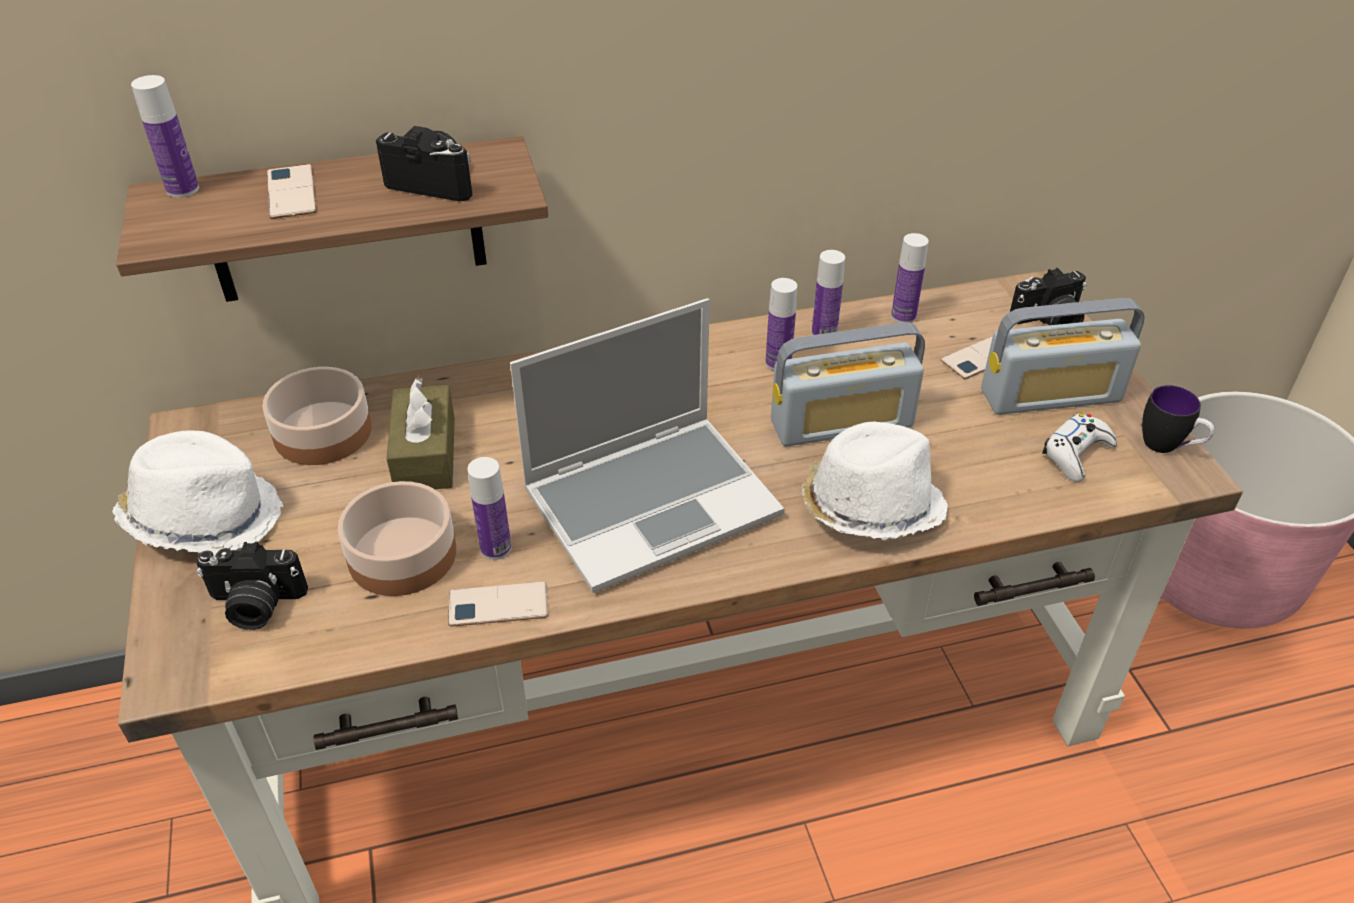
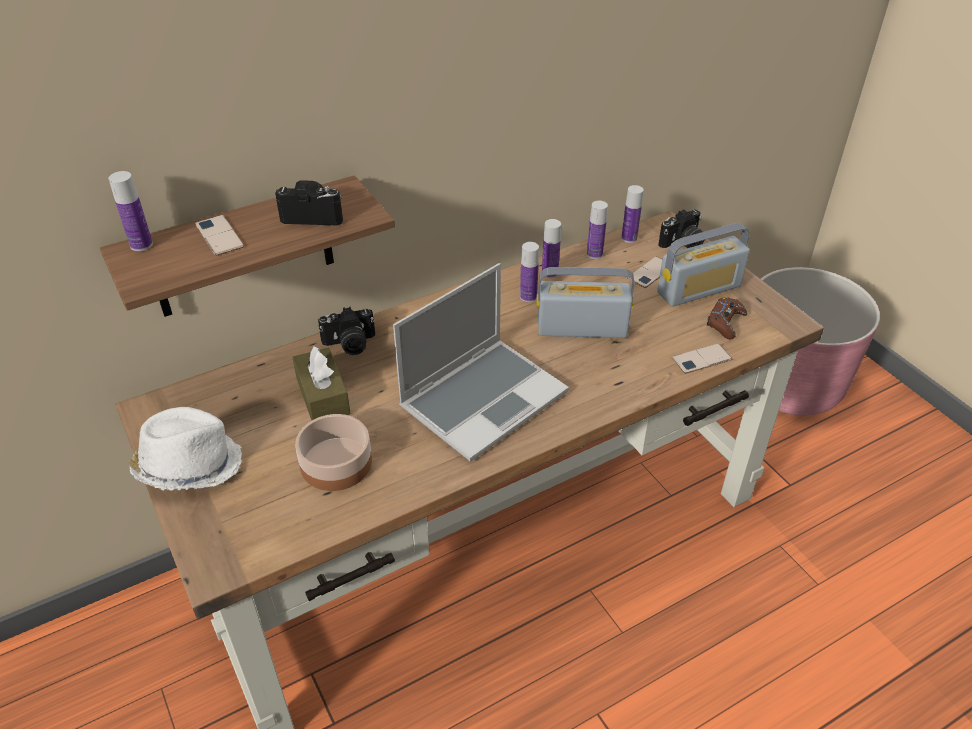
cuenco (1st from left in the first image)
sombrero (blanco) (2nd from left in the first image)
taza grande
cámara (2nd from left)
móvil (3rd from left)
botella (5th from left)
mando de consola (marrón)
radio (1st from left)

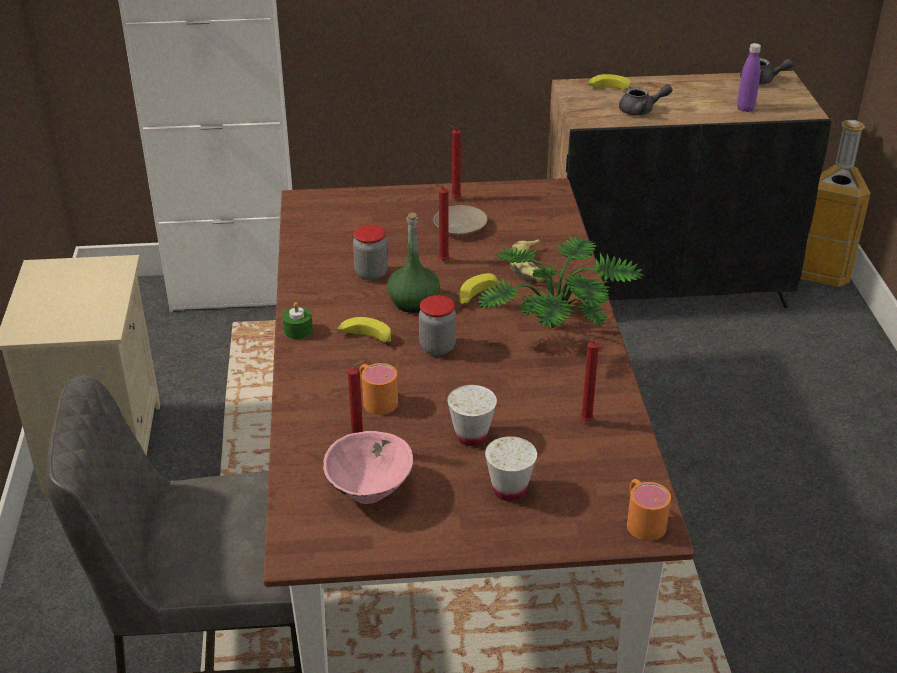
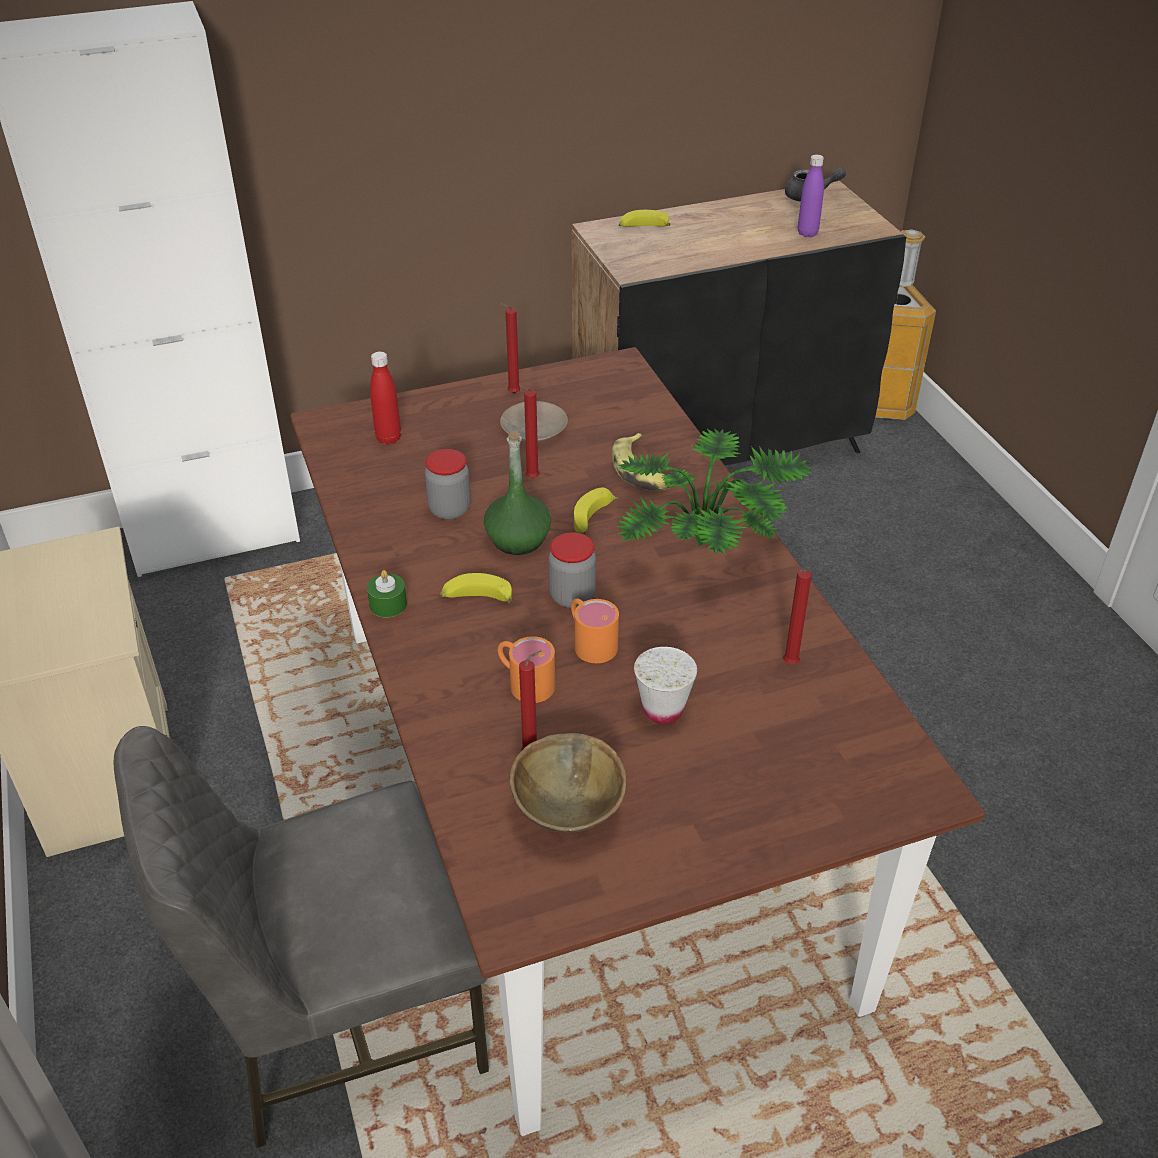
taza (blanco) (2nd from left in the first image)
tetera (gris) (1st from left in the first image)
botella (rojo)
taza grande (naranja) (2nd from left)
cuenco (marrón)

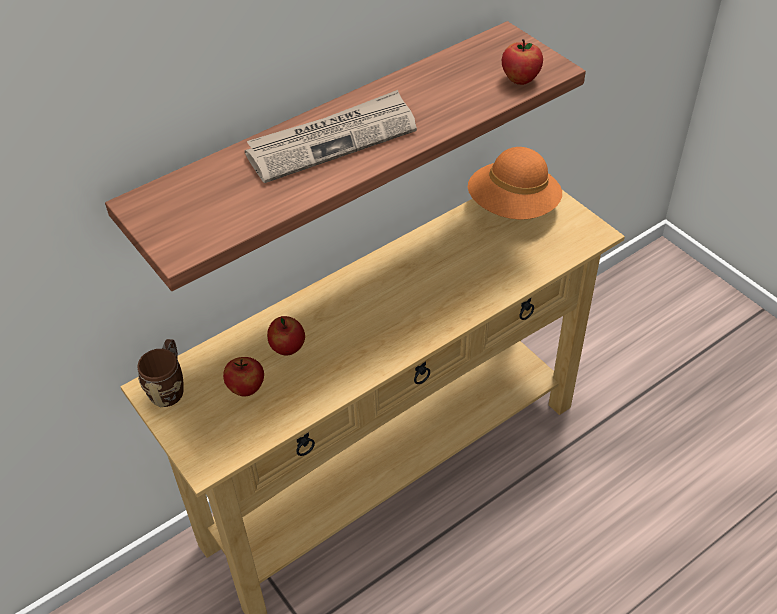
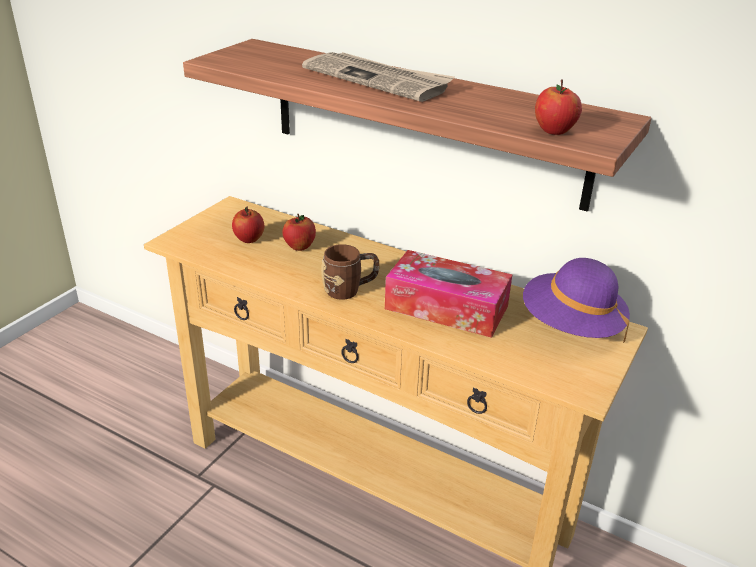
caja de pañuelos
taza grande (marrón)
sombrero (morado)

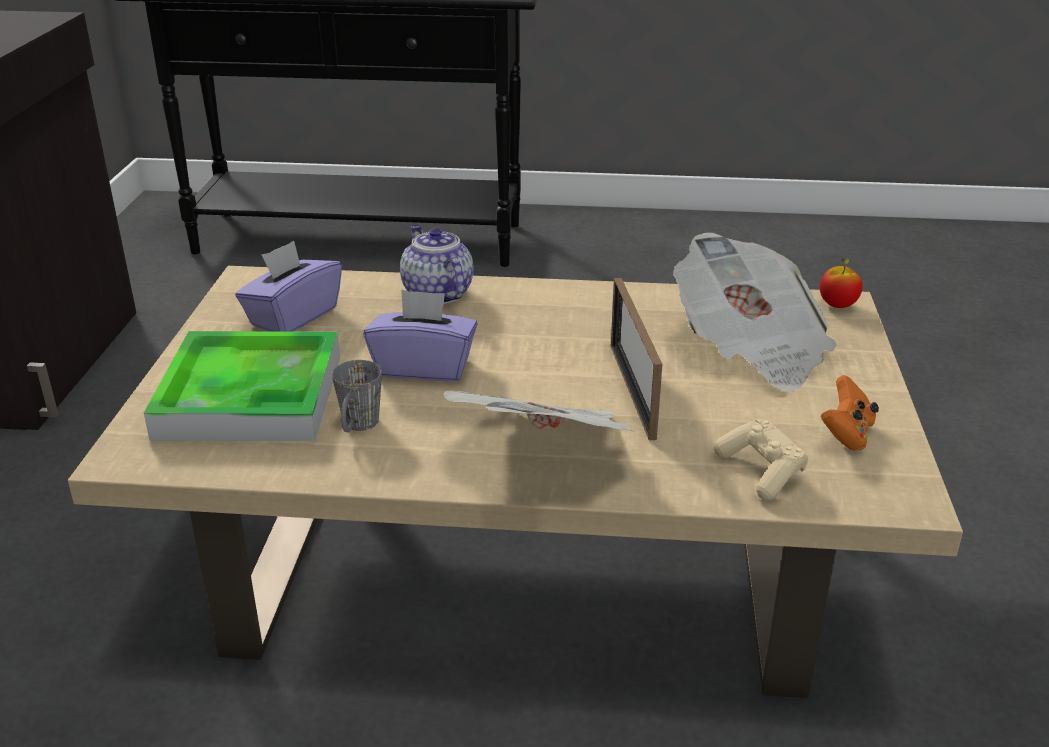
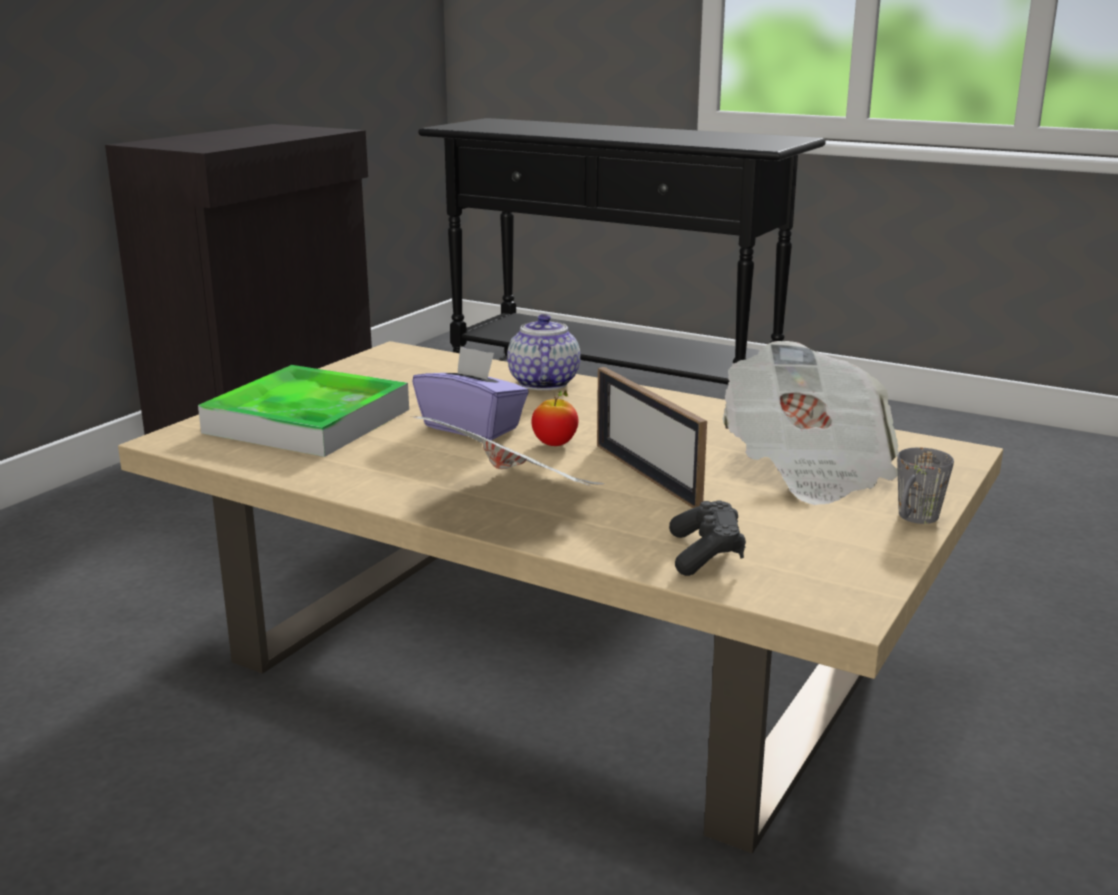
caja de pañuelos (morado) (1st from left in the first image)
mando de consola (naranja)
taza grande (gris)
manzana
mando de consola (negro)
portarretratos

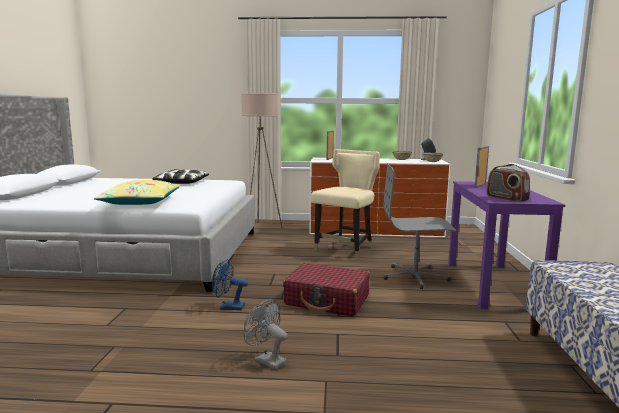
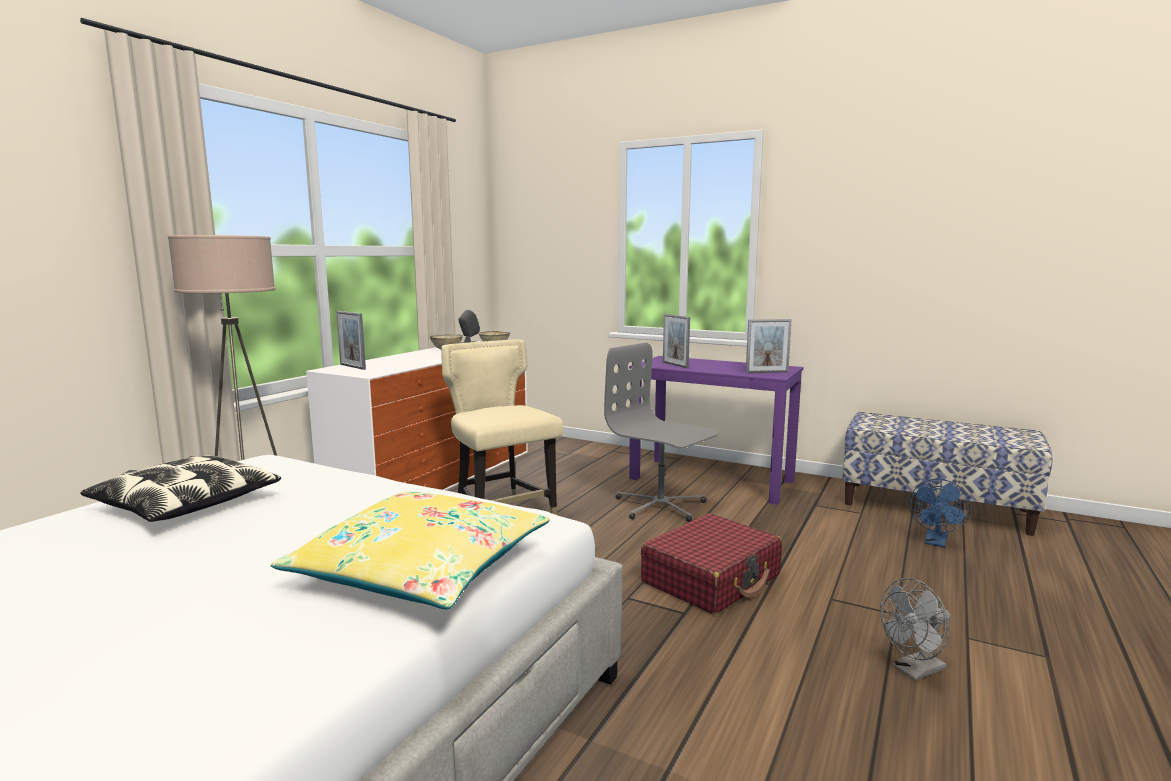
ventilador (azul)
portarretratos (3rd from left)
silla de oficina (gris)

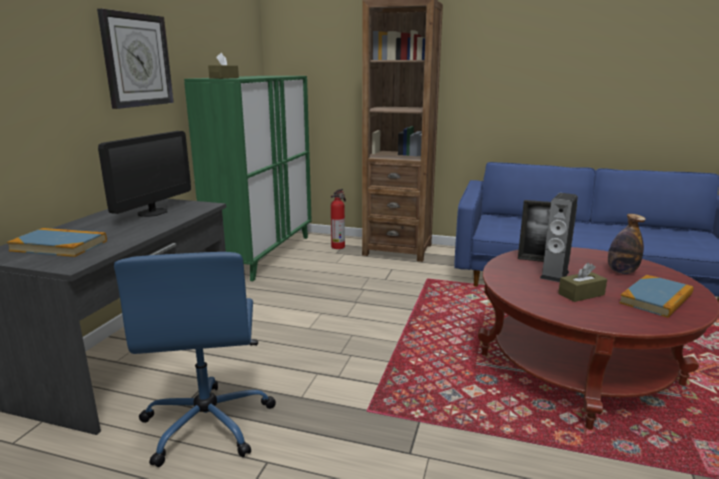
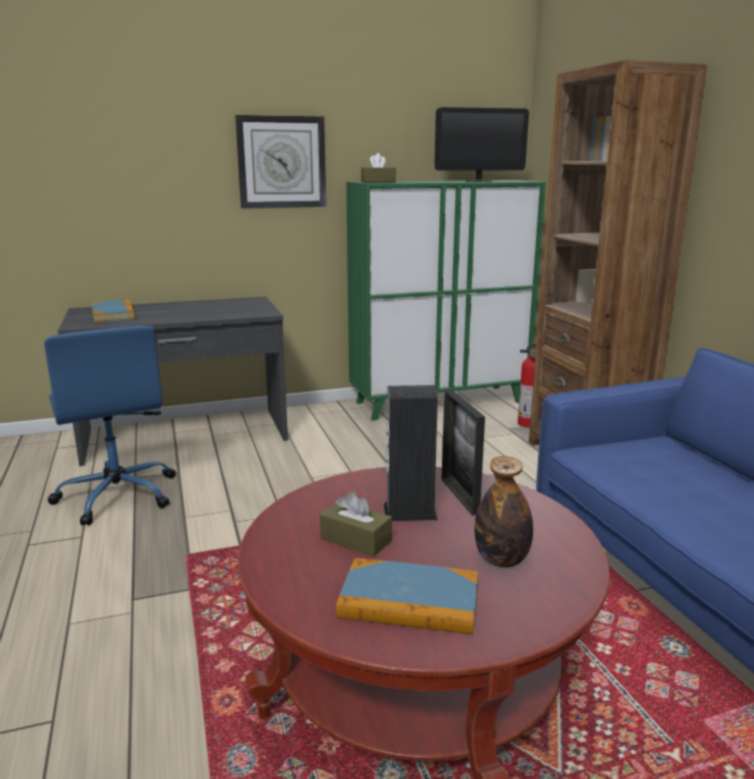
monitor
silla de oficina (azul)

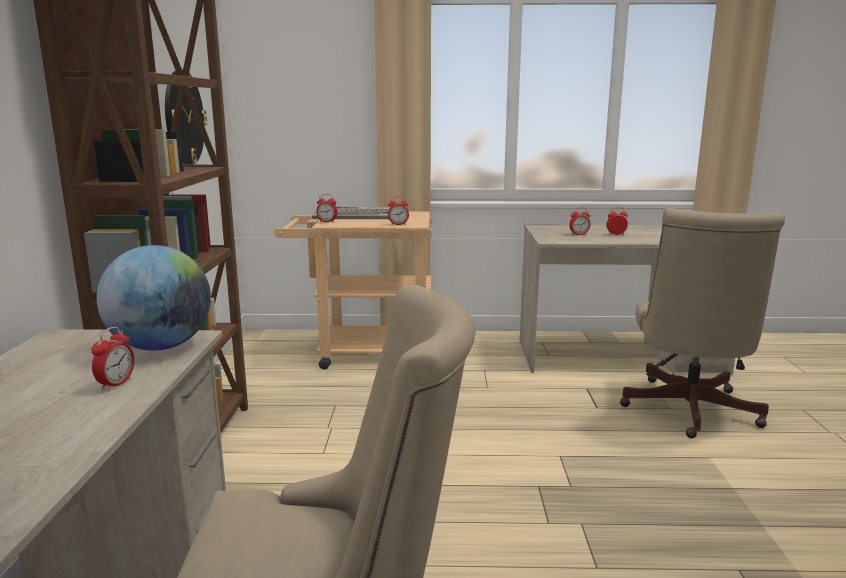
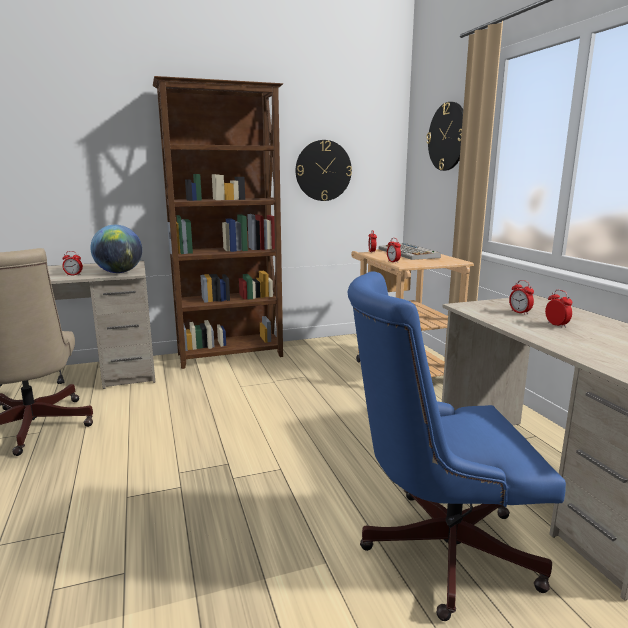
reloj de pared (2nd from left)
silla de oficina (azul)

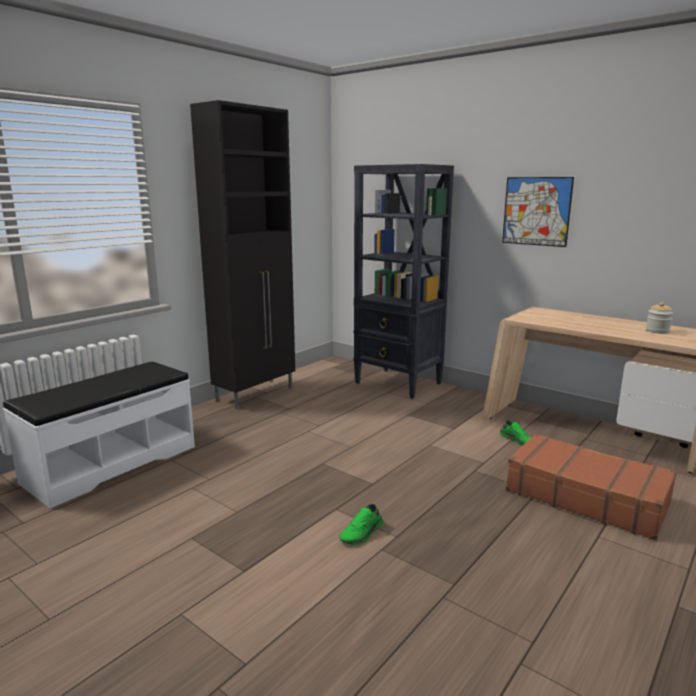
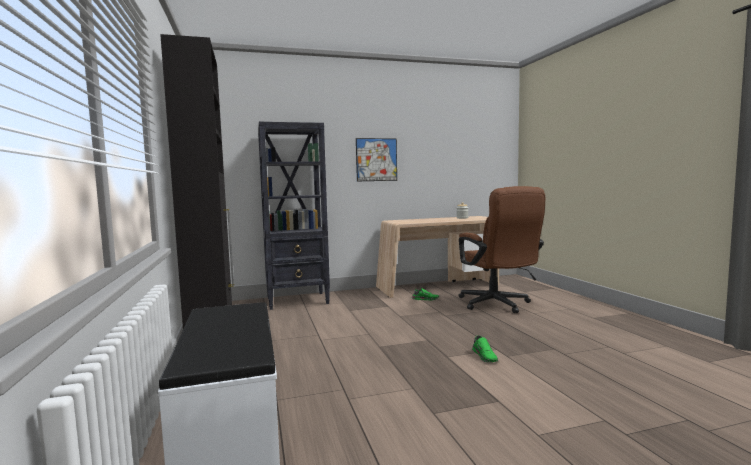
silla de oficina (marrón)

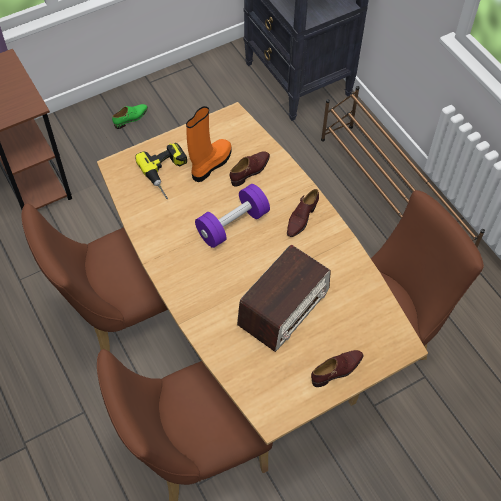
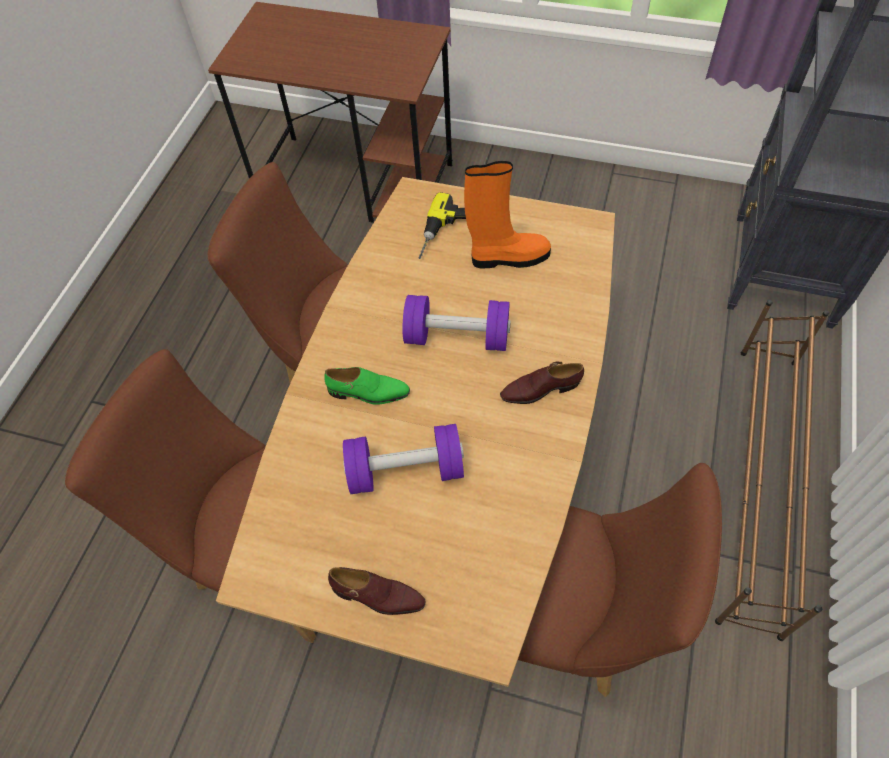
zapato (marrón) (1st from left in the first image)
zapato (verde)
mancuerna (morado) (1st from left)

